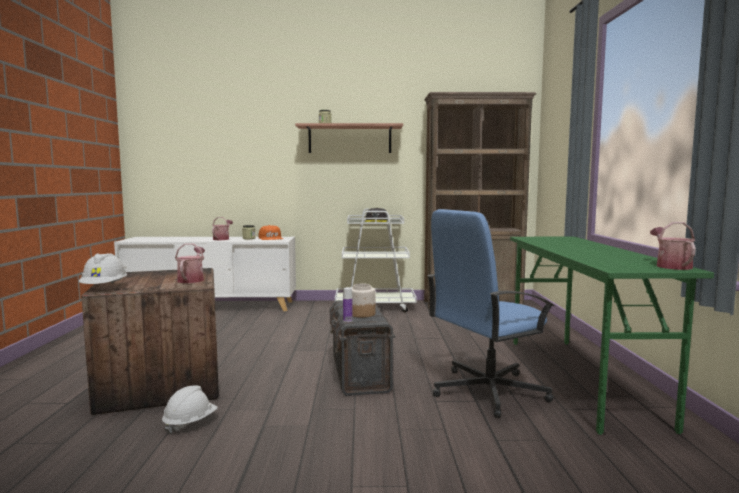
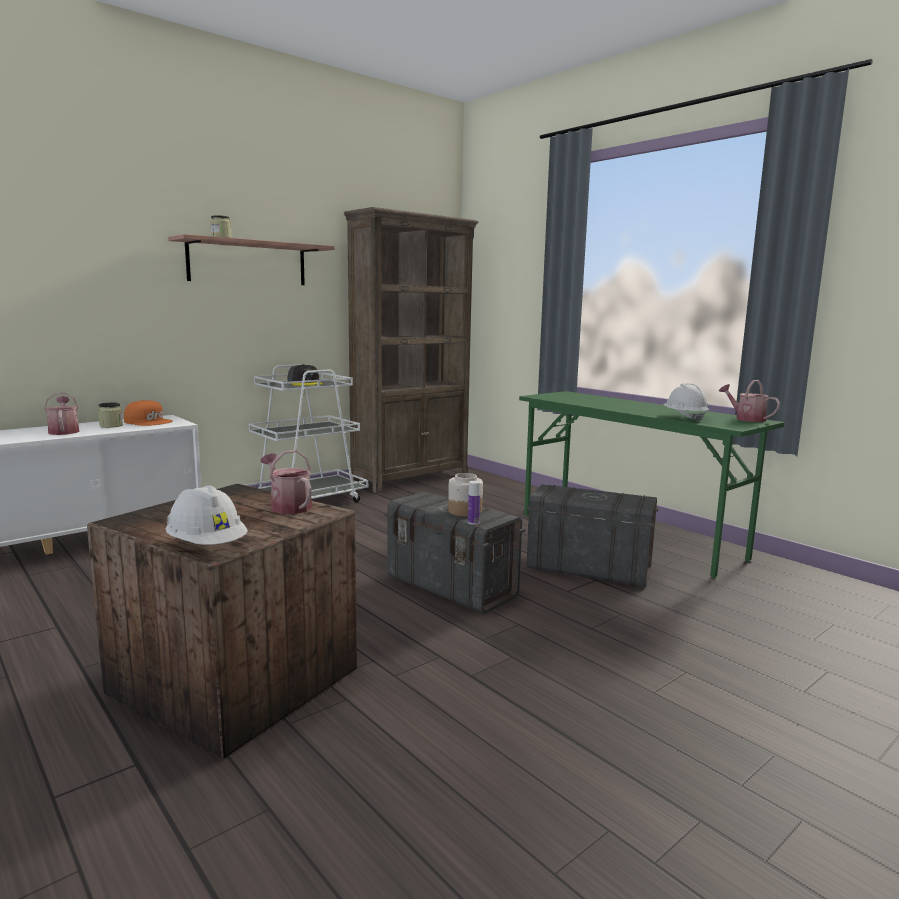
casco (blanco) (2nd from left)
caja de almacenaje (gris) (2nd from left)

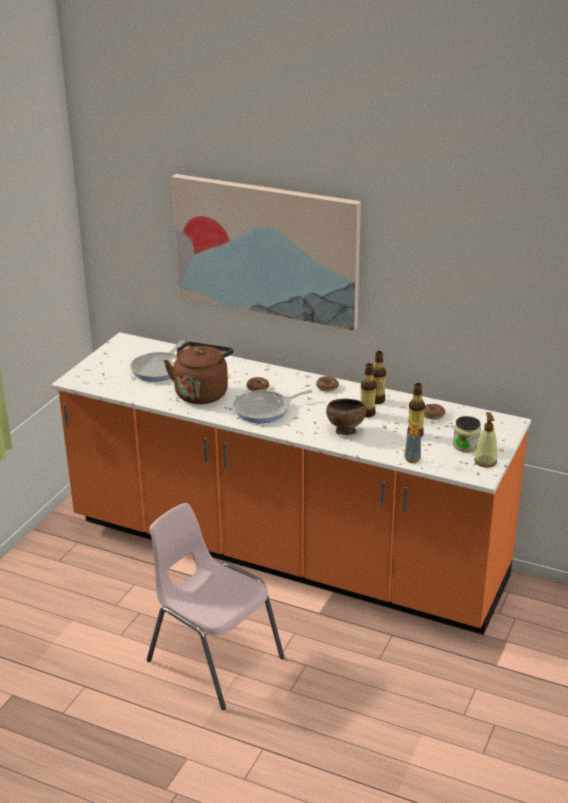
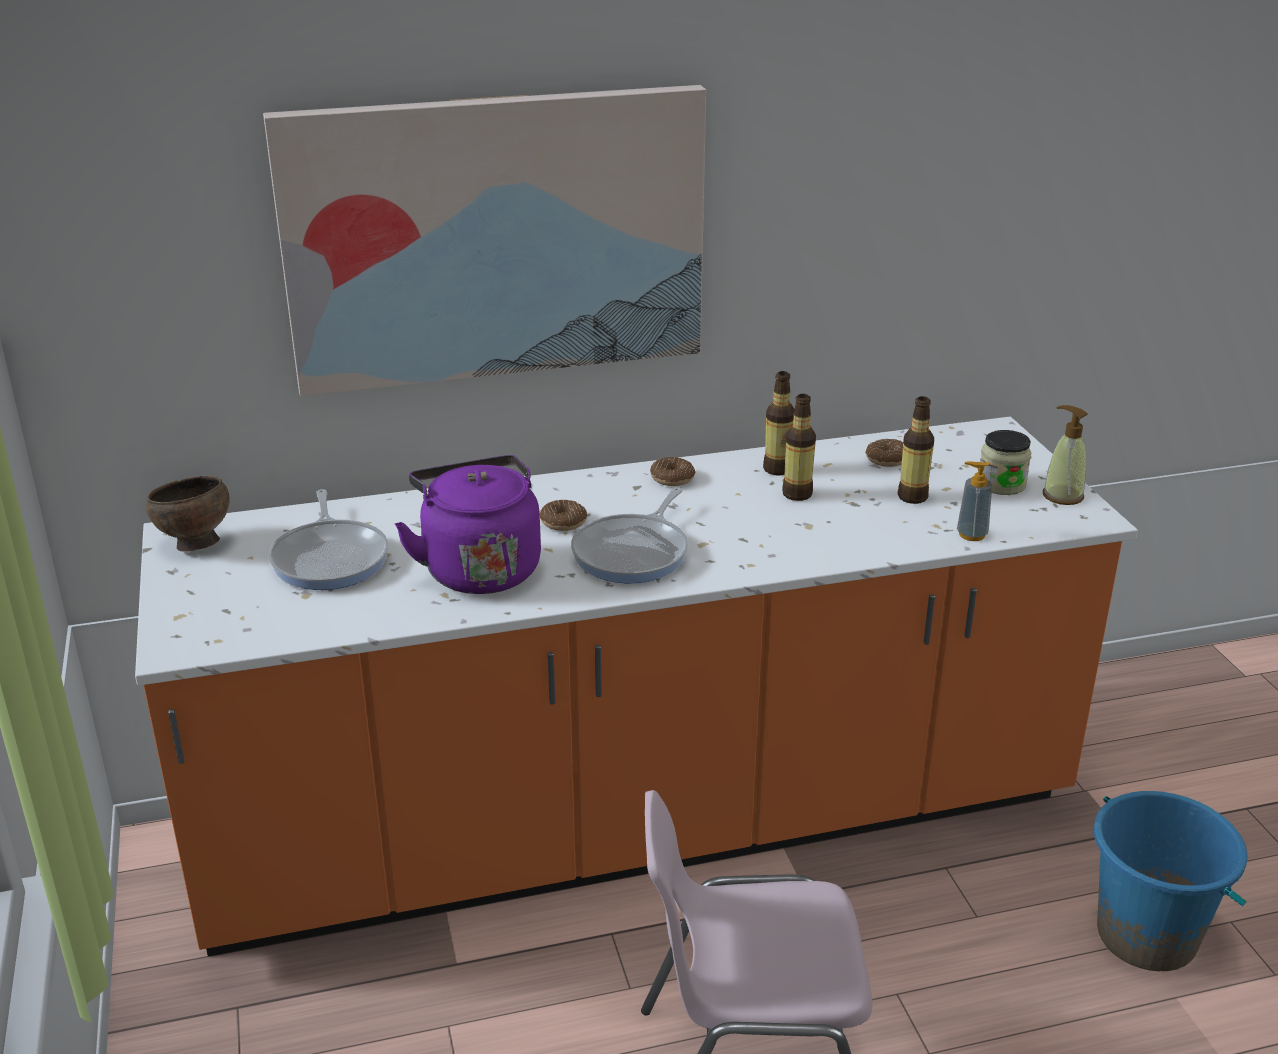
cubo (azul)
cuenco (marrón)
hervidor (morado)

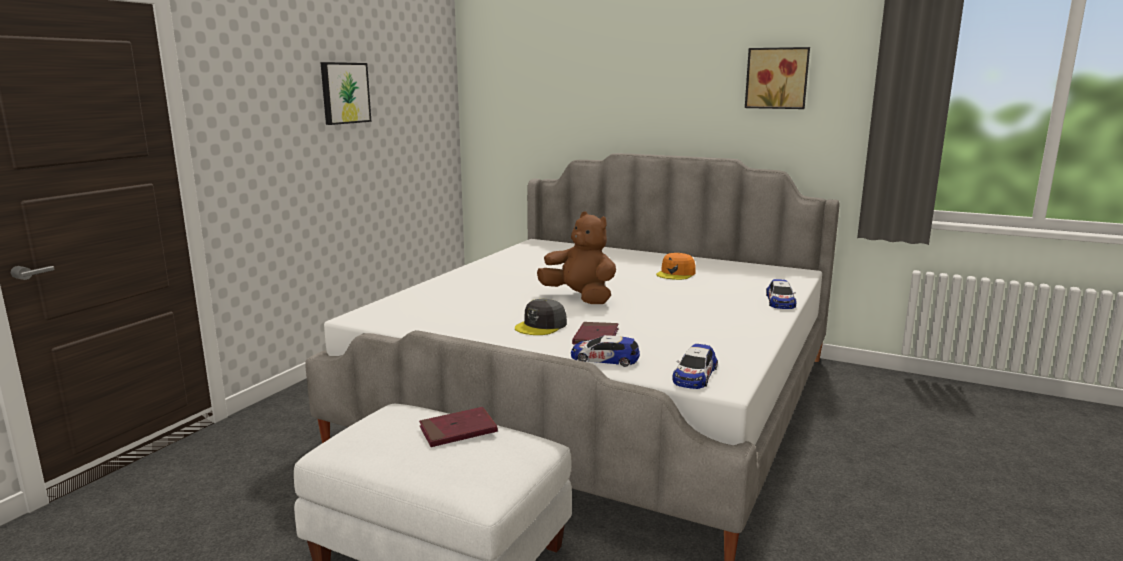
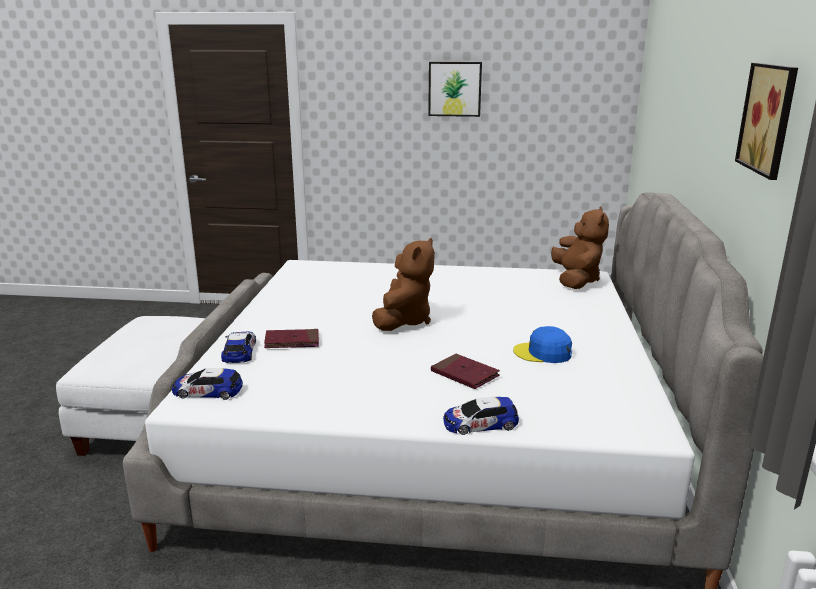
gorra (gris)
peluche (marrón) (2nd from left)
libro (rojo) (2nd from left)
gorra (azul)

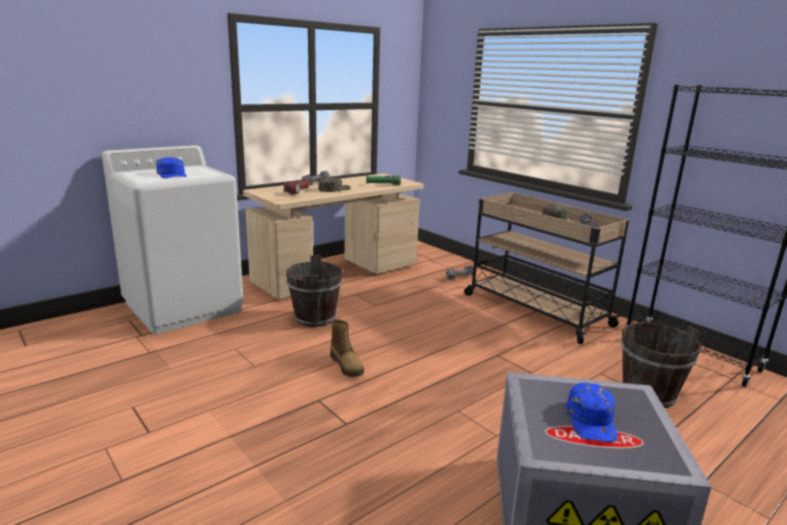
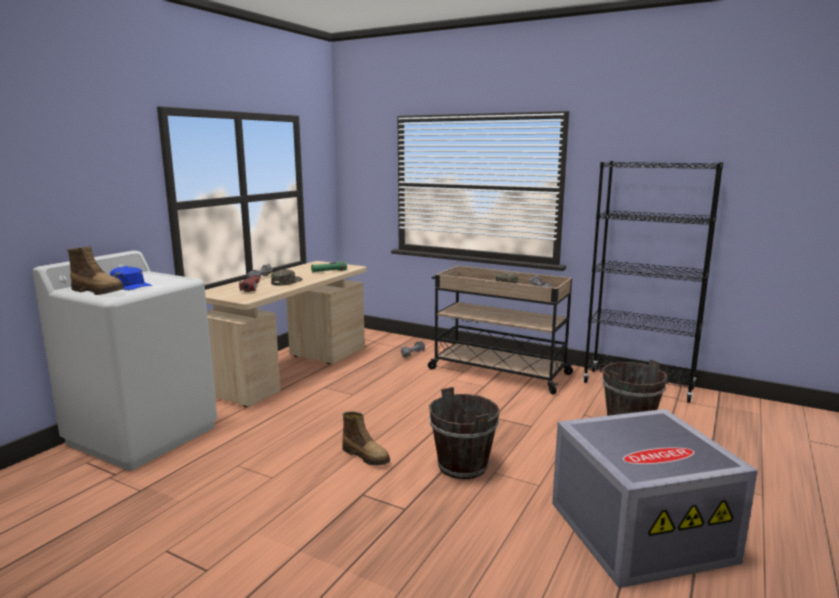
gorra (azul) (2nd from left in the first image)
bota (1st from left)
cubo (marrón) (1st from left)

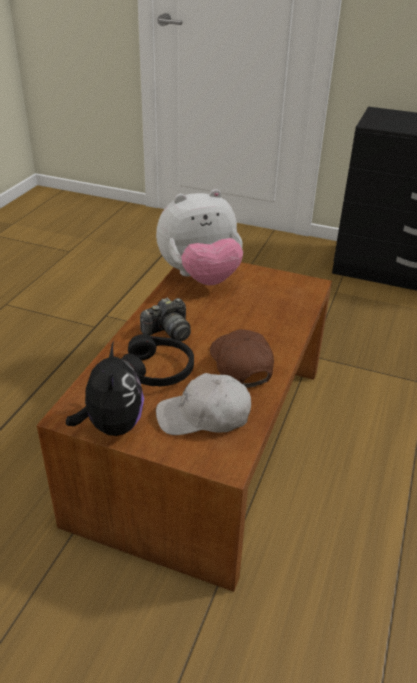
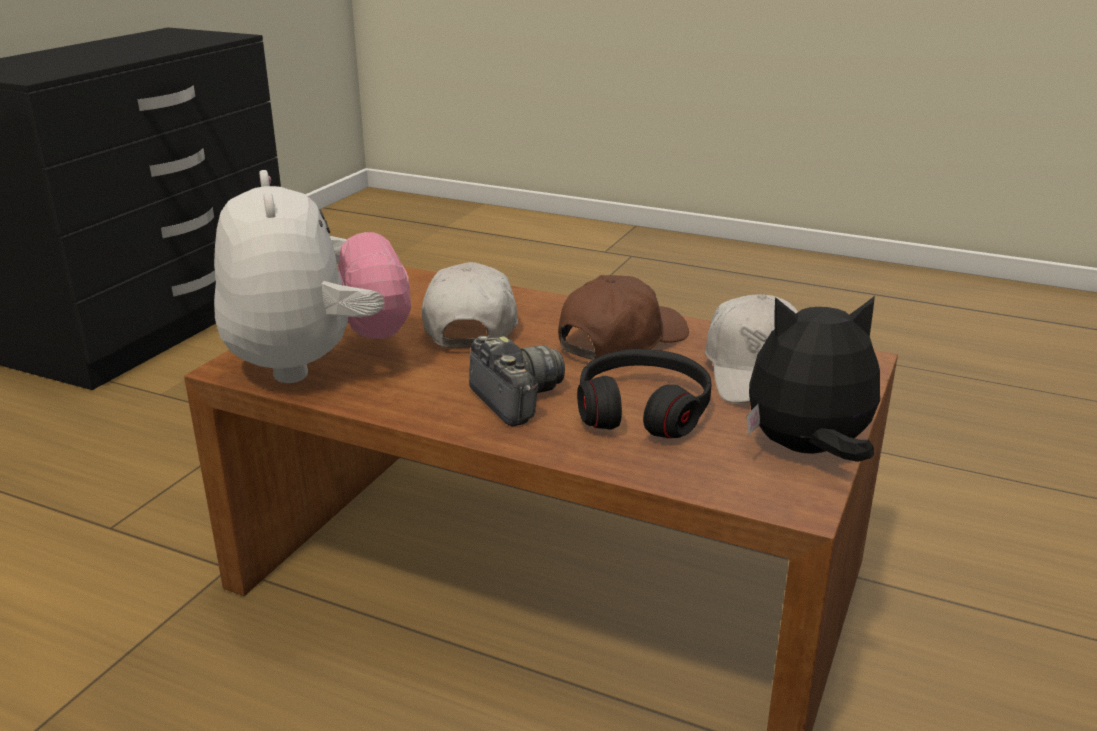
gorra (blanco) (1st from left)
gorra (marrón)

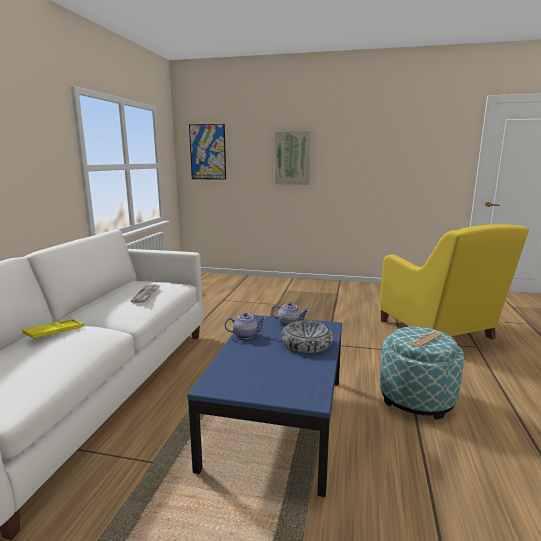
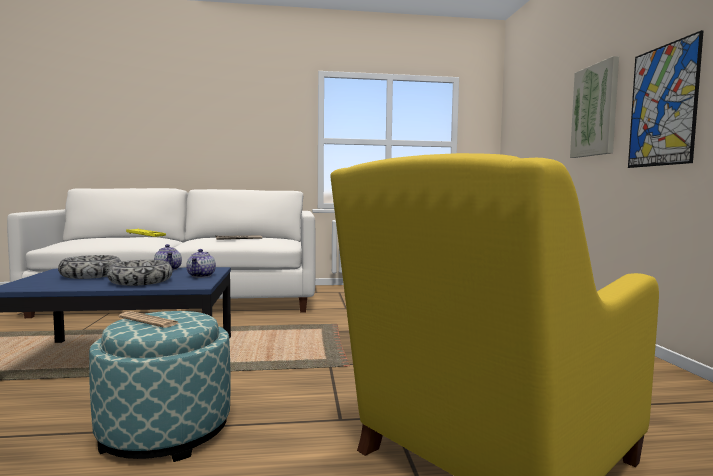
cuenco (1st from left)
cuadro (2nd from left)

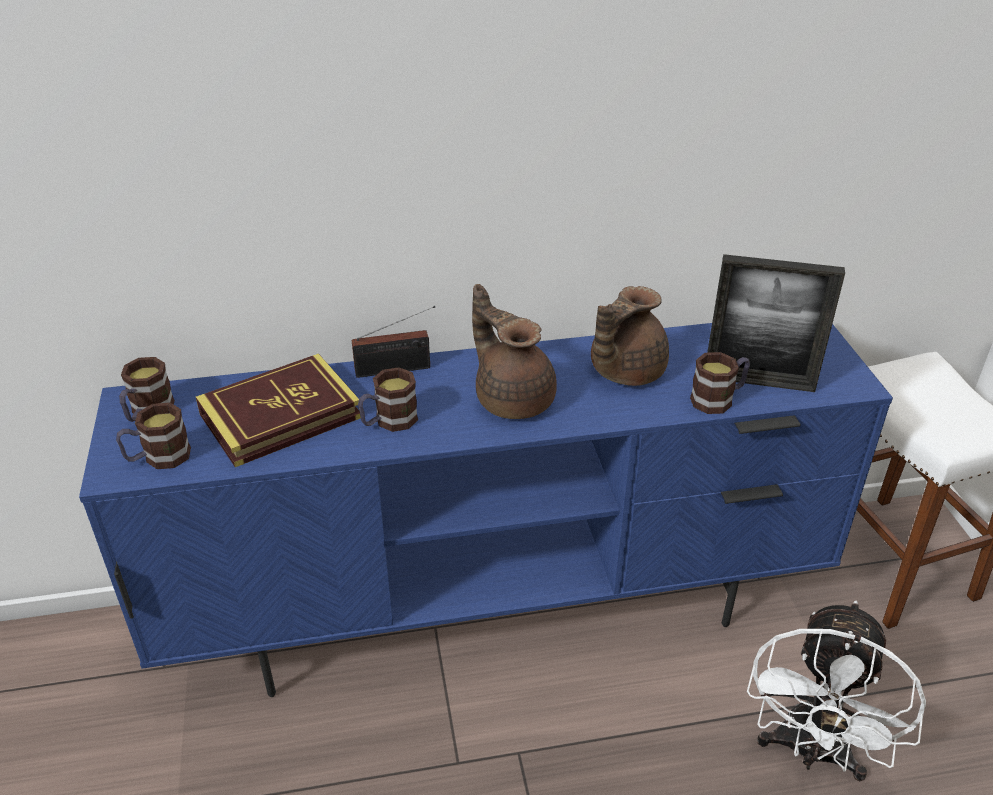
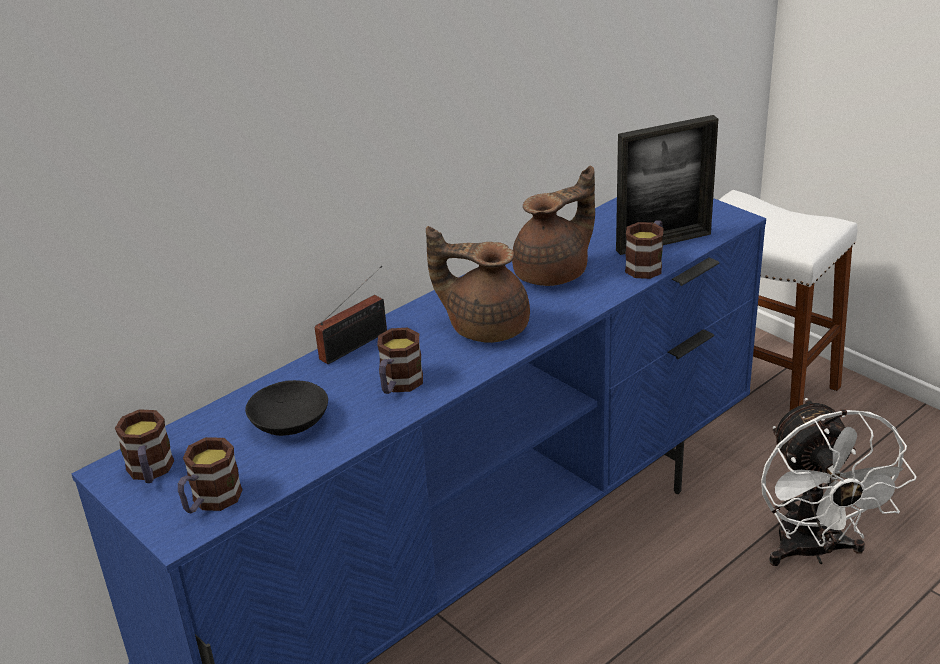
cuenco (negro)
tetera (marrón) (2nd from left)

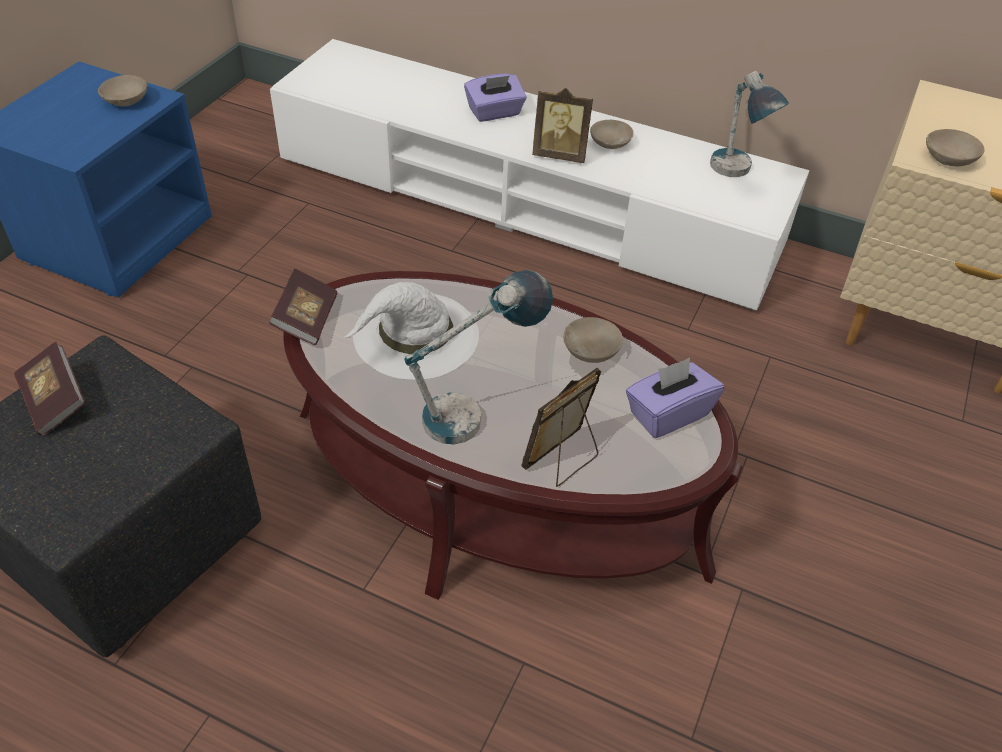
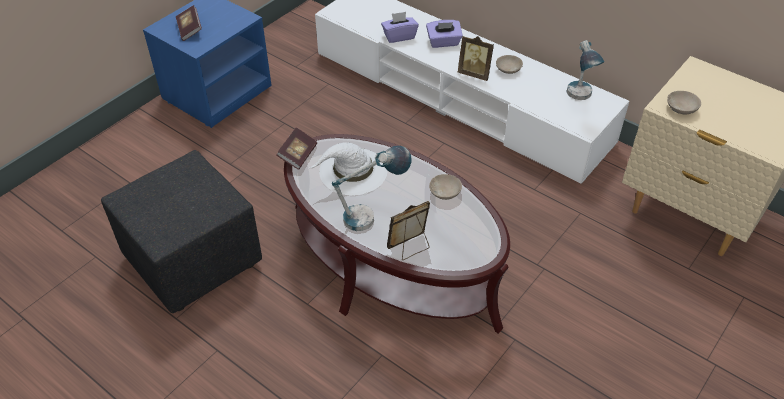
cuenco (beis) (1st from left in the first image)
libro (1st from left)
caja de pañuelos (morado) (1st from left)

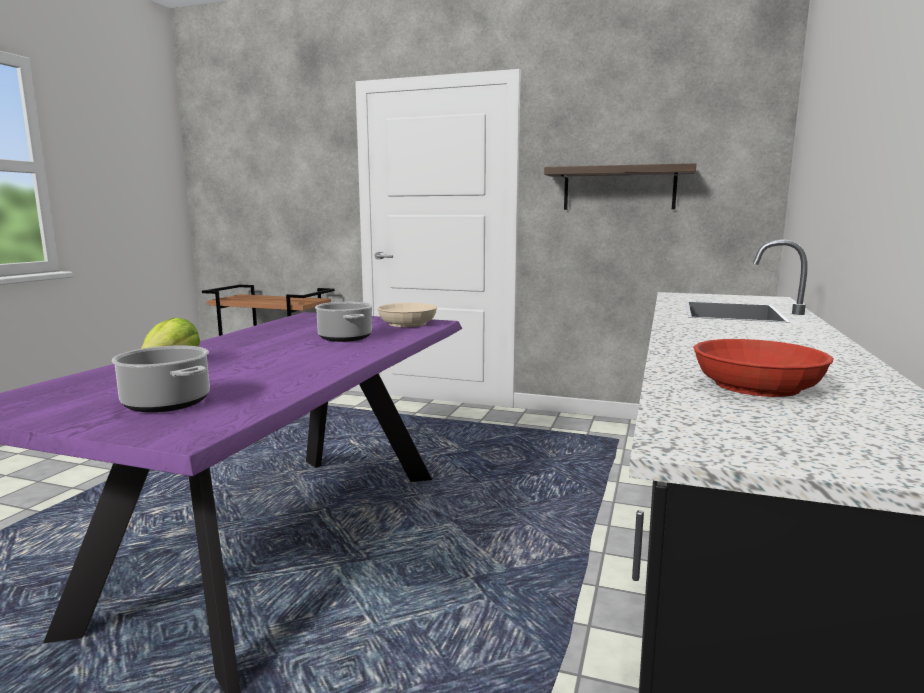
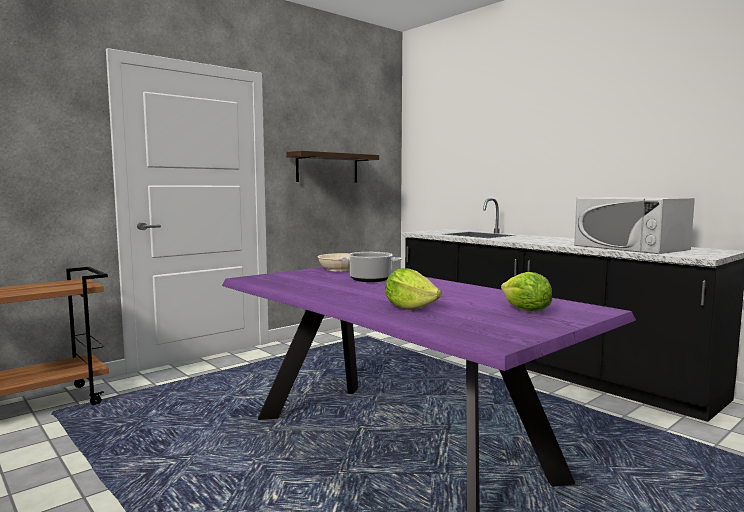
lechuga (2nd from left)
microondas (blanco)

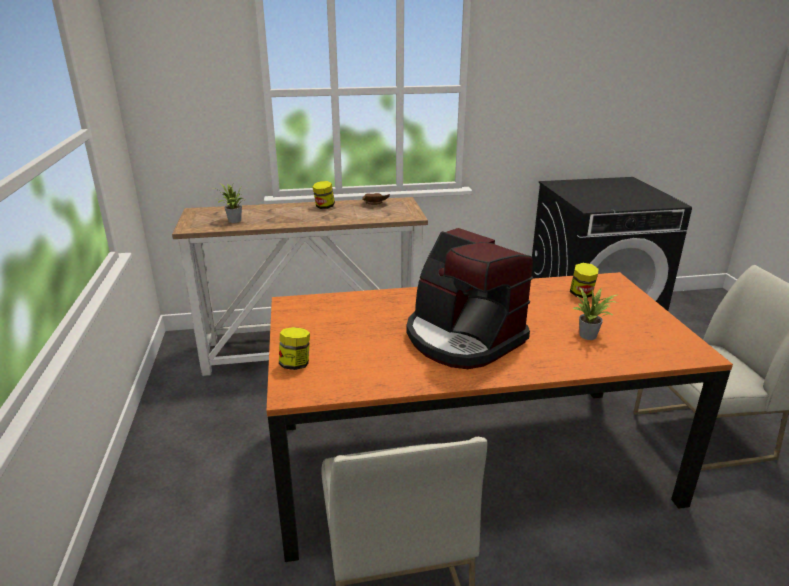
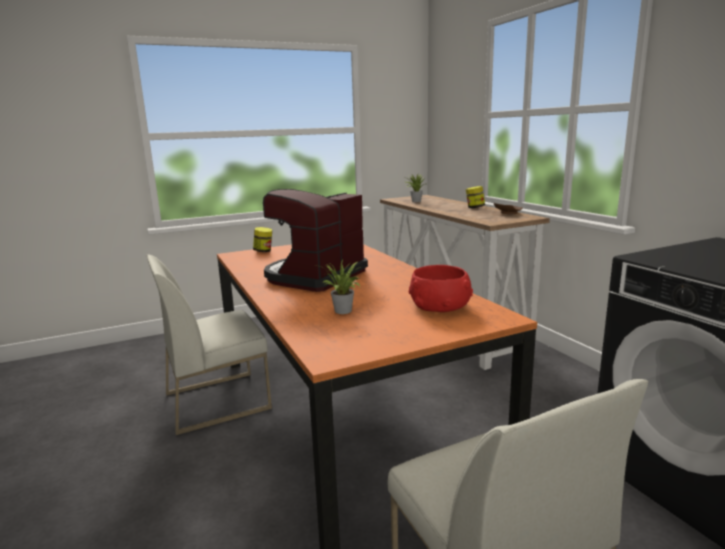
cuenco (rojo)

